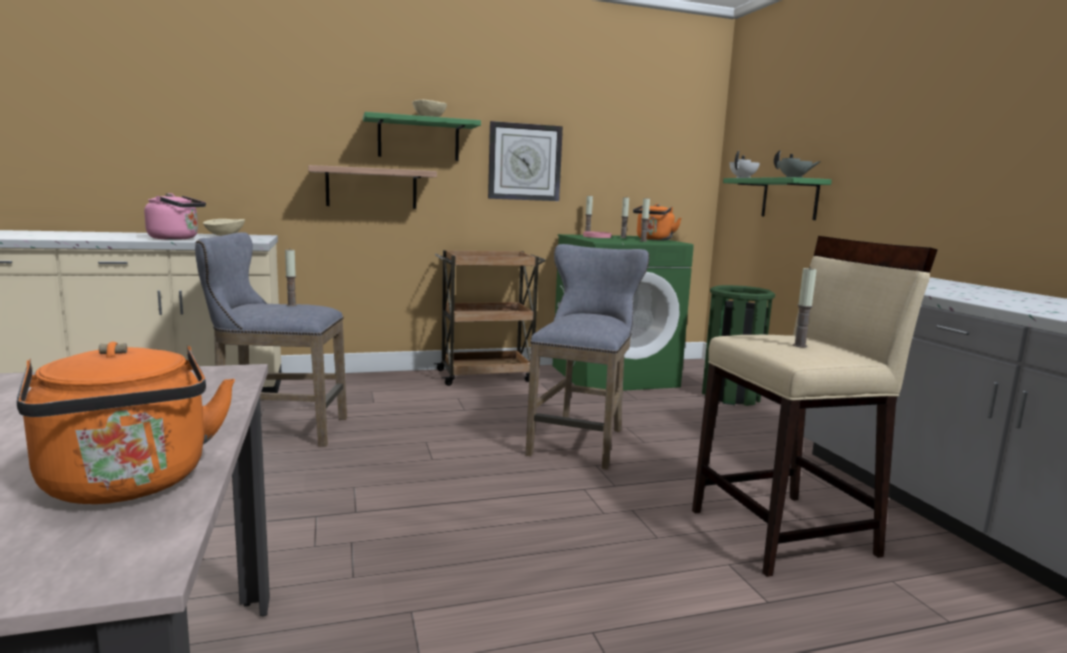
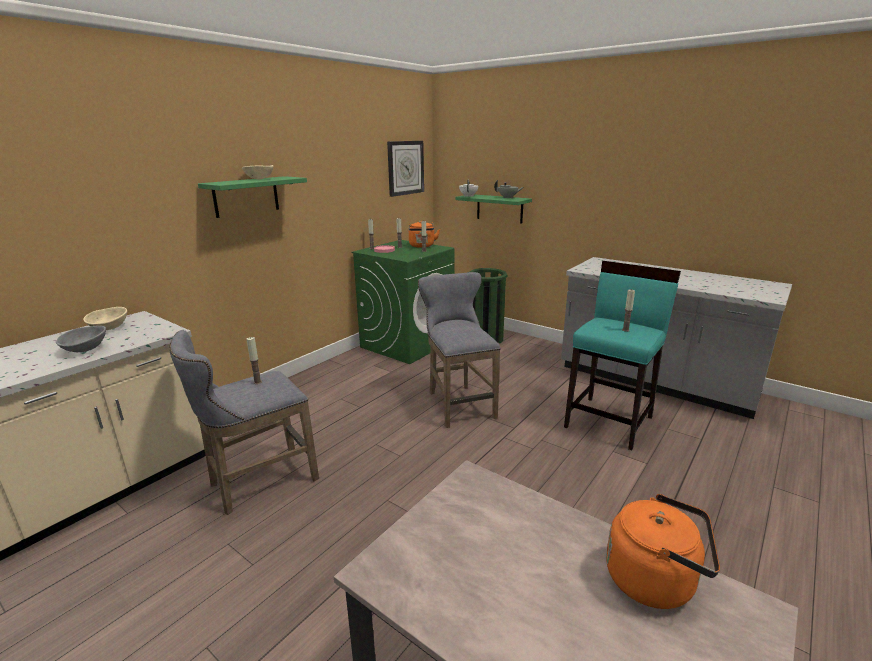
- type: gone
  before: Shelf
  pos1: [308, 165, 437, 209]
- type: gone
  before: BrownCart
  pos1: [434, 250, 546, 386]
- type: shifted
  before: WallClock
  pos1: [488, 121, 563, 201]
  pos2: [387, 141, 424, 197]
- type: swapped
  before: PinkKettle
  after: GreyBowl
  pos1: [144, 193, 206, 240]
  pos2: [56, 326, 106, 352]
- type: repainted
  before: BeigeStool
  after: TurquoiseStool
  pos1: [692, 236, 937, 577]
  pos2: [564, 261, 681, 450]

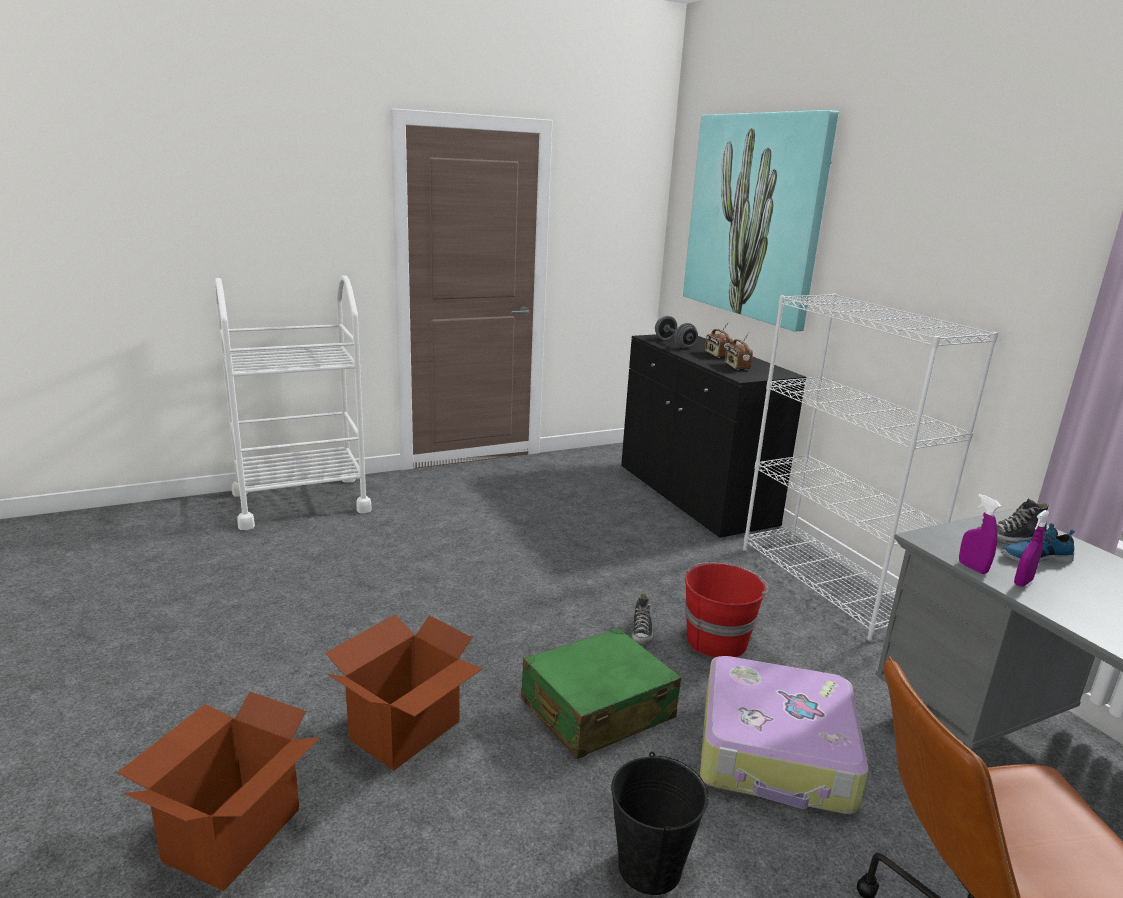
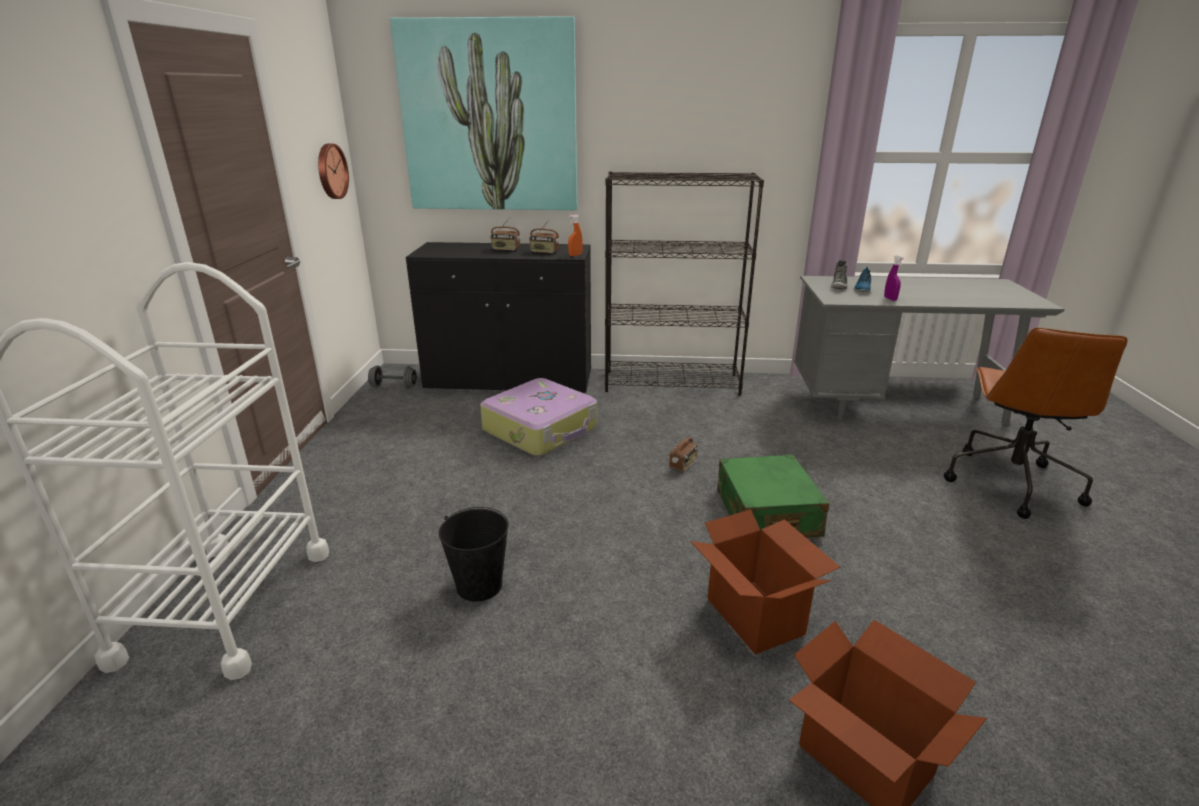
- type: gone
  before: RedBucket
  pos1: [685, 562, 768, 658]
- type: gone
  before: PurpleSprayBottle
  pos1: [959, 494, 1001, 574]
- type: new
  after: WallClock
  pos2: [318, 144, 349, 199]
- type: new
  after: OrangeSprayBottle
  pos2: [568, 214, 583, 256]
- type: shifted
  before: BlackBucket
  pos1: [611, 752, 708, 895]
  pos2: [439, 507, 509, 601]
- type: shifted
  before: GreyDumbbell
  pos1: [655, 316, 698, 348]
  pos2: [368, 366, 417, 389]
- type: shifted
  before: Suitcase
  pos1: [700, 656, 868, 814]
  pos2: [480, 378, 597, 456]
- type: swapped
  before: Shoe
  after: Radio
  pos1: [632, 593, 653, 644]
  pos2: [669, 429, 698, 472]
- type: repainted
  before: WhiteBookcase
  after: BlackBookcase
  pos1: [743, 294, 998, 641]
  pos2: [605, 171, 764, 396]

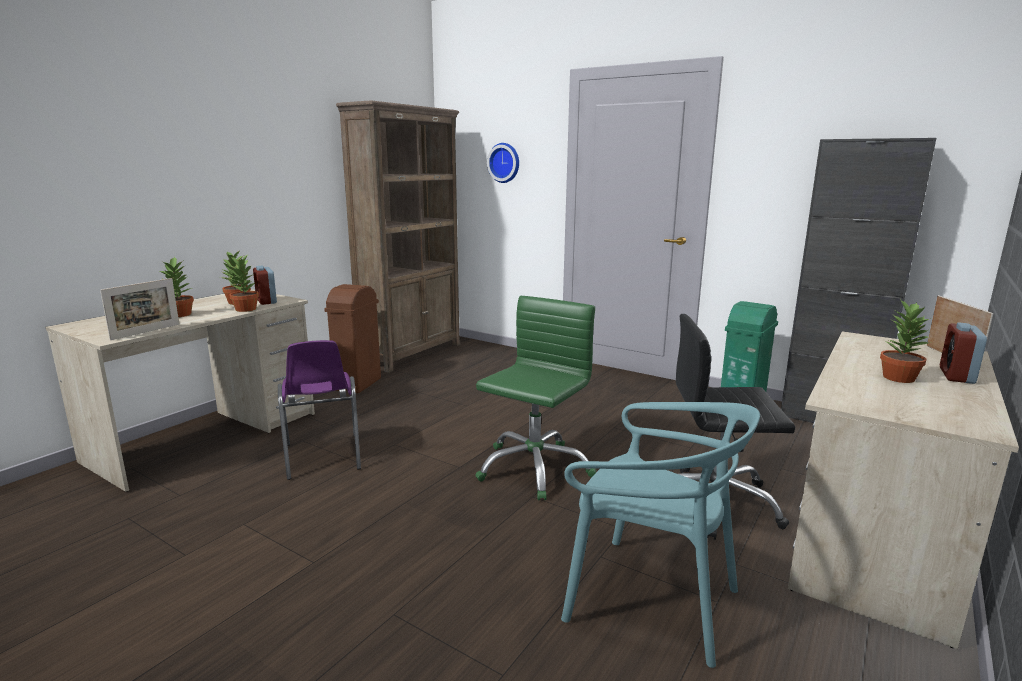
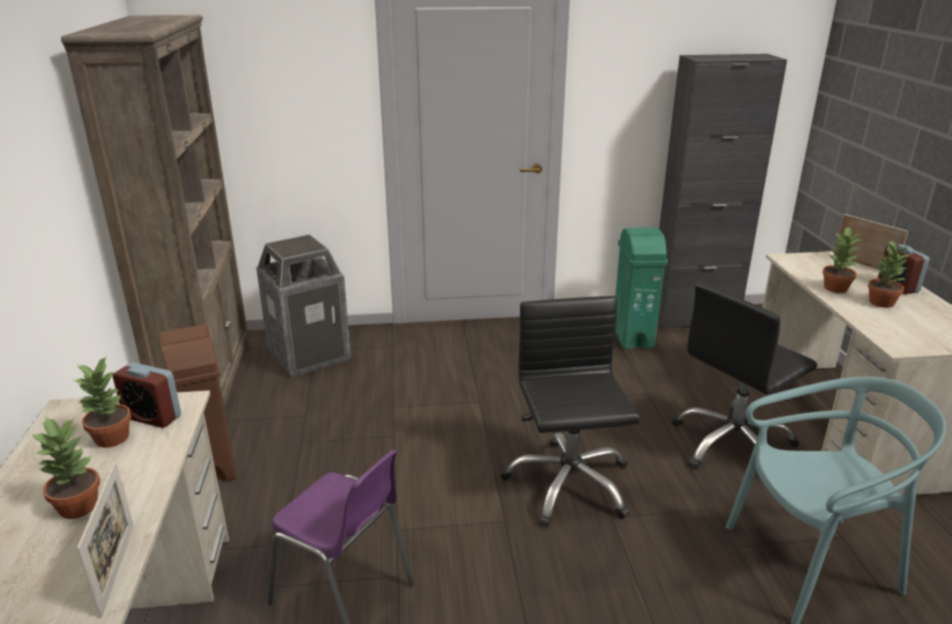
- type: gone
  before: WallClock
  pos1: [487, 143, 519, 183]
- type: new
  after: TrashCan
  pos2: [256, 234, 351, 377]
- type: shifted
  before: PottedPlant
  pos1: [228, 253, 259, 312]
  pos2: [822, 226, 861, 293]
- type: repainted
  before: GreenOfficeChair
  after: BlackOfficeChair
  pos1: [476, 296, 596, 500]
  pos2: [501, 296, 640, 527]

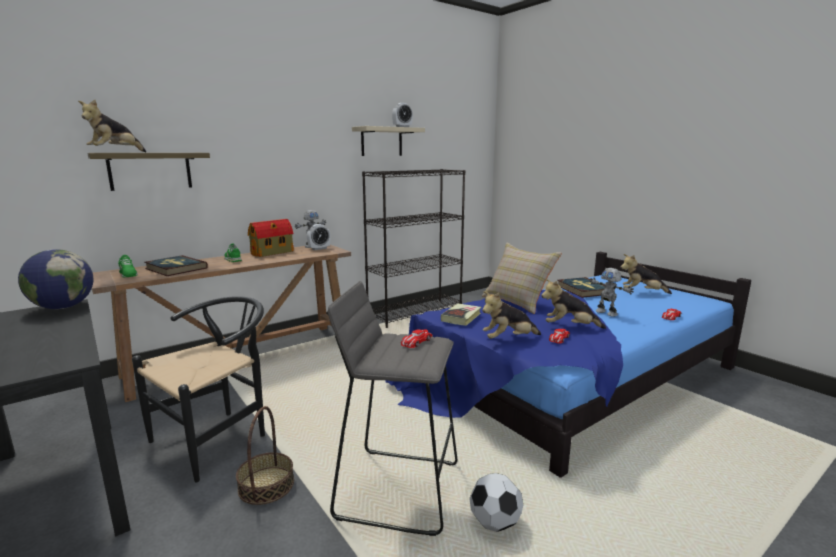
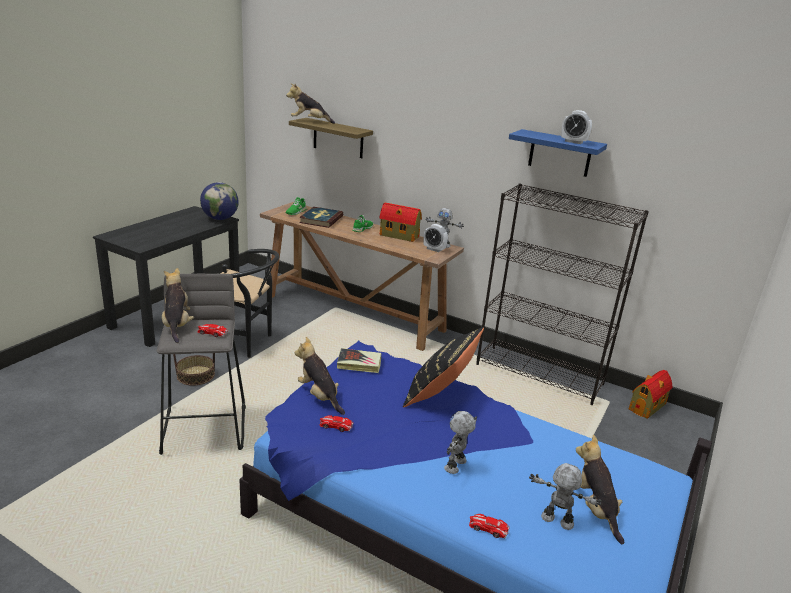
- type: gone
  before: Football
  pos1: [469, 473, 523, 532]
- type: gone
  before: Book
  pos1: [558, 277, 605, 298]
- type: new
  after: ToyRobot
  pos2: [529, 463, 602, 530]
- type: new
  after: ToyHouse
  pos2: [629, 370, 672, 419]
- type: shifted
  before: PlushToy
  pos1: [541, 279, 606, 329]
  pos2: [162, 268, 194, 343]
- type: repainted
  before: BeigeShelf
  after: BlueShelf
  pos1: [352, 126, 425, 156]
  pos2: [509, 129, 607, 177]
- type: repainted
  before: BeigePillow
  after: BlackPillow
  pos1: [482, 243, 562, 314]
  pos2: [403, 327, 484, 407]

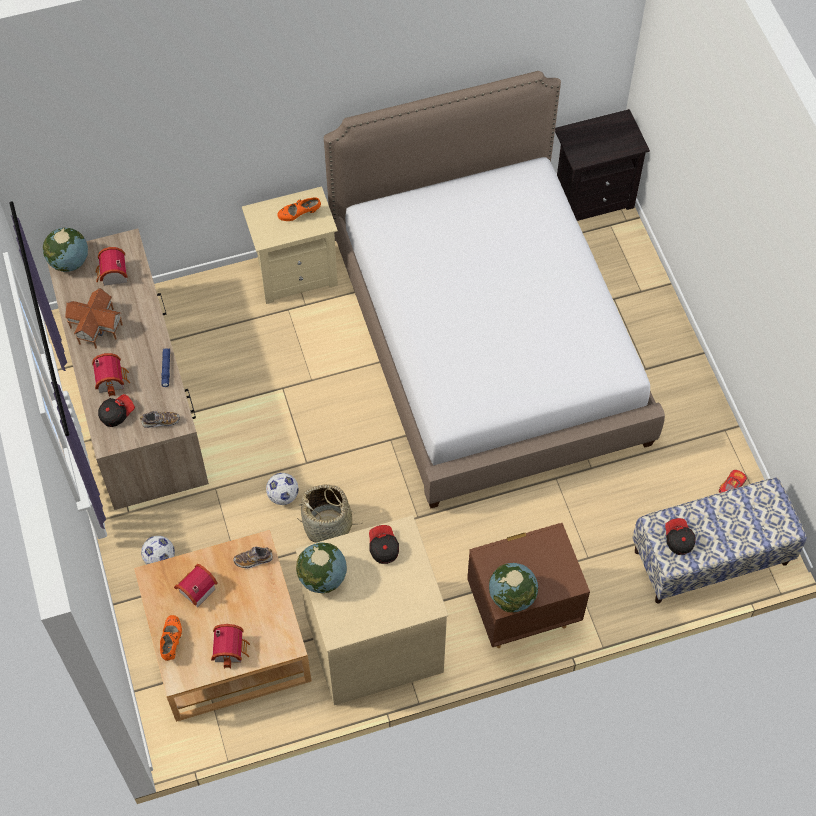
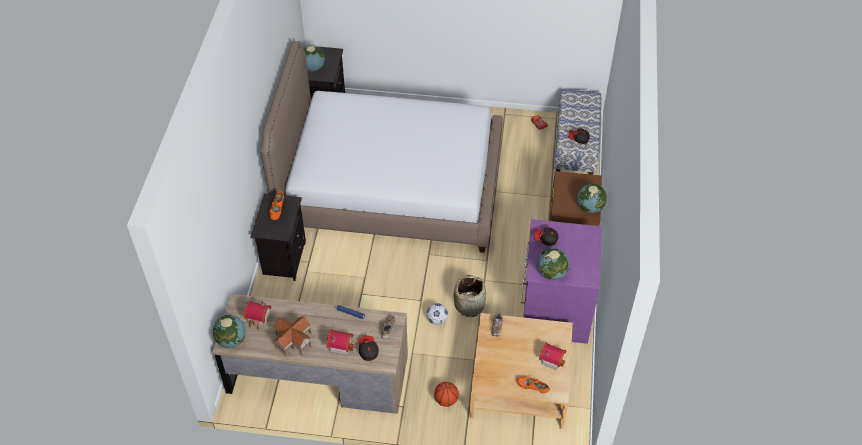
- type: gone
  before: ToyHouse
  pos1: [174, 564, 218, 607]
- type: new
  after: Globe
  pos2: [303, 45, 325, 72]
- type: swapped
  before: Football
  after: Basketball
  pos1: [141, 536, 175, 564]
  pos2: [434, 382, 459, 407]
- type: repainted
  before: BeigeNightstand
  after: BlackNightstand
  pos1: [242, 186, 338, 304]
  pos2: [250, 194, 306, 281]
- type: repainted
  before: BeigeDresser
  after: PurpleDresser
  pos1: [295, 515, 448, 705]
  pos2: [521, 219, 602, 344]

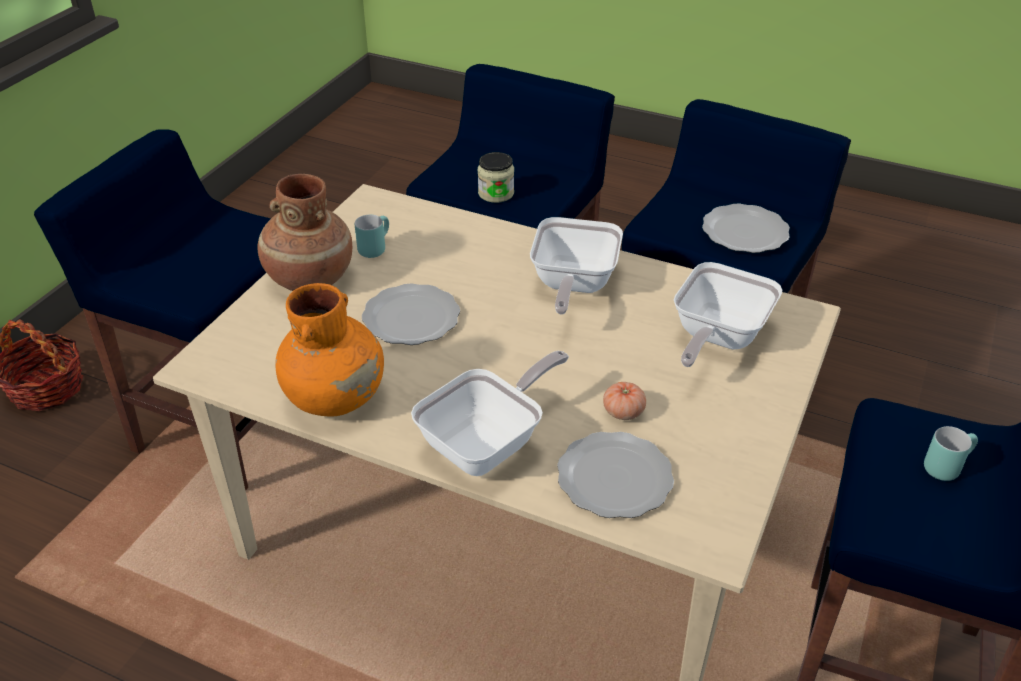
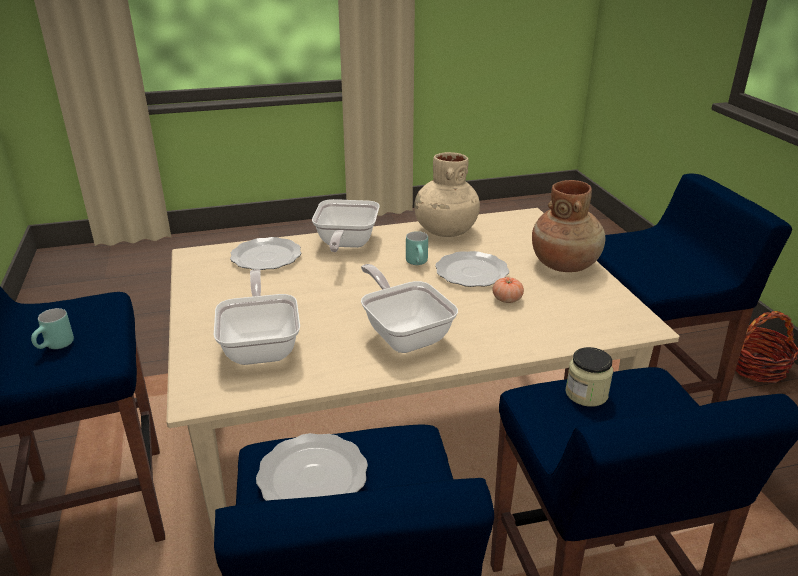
- type: shifted
  before: TurquoiseMug
  pos1: [355, 214, 389, 258]
  pos2: [406, 231, 428, 265]
- type: shifted
  before: Tomato
  pos1: [603, 382, 646, 420]
  pos2: [492, 277, 524, 303]
- type: repainted
  before: OrangeVase
  after: BeigeVase
  pos1: [275, 283, 384, 417]
  pos2: [414, 152, 480, 237]

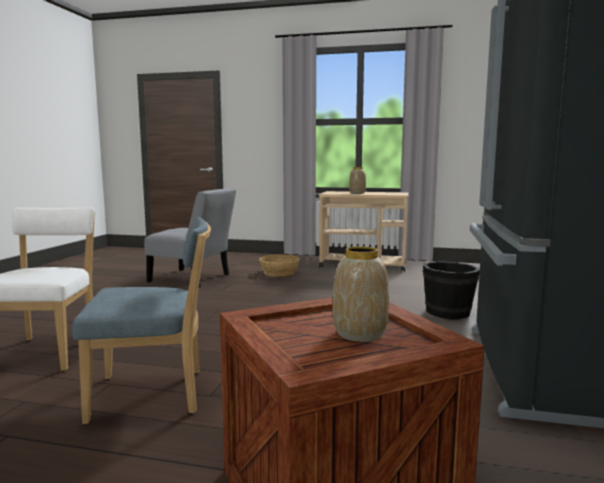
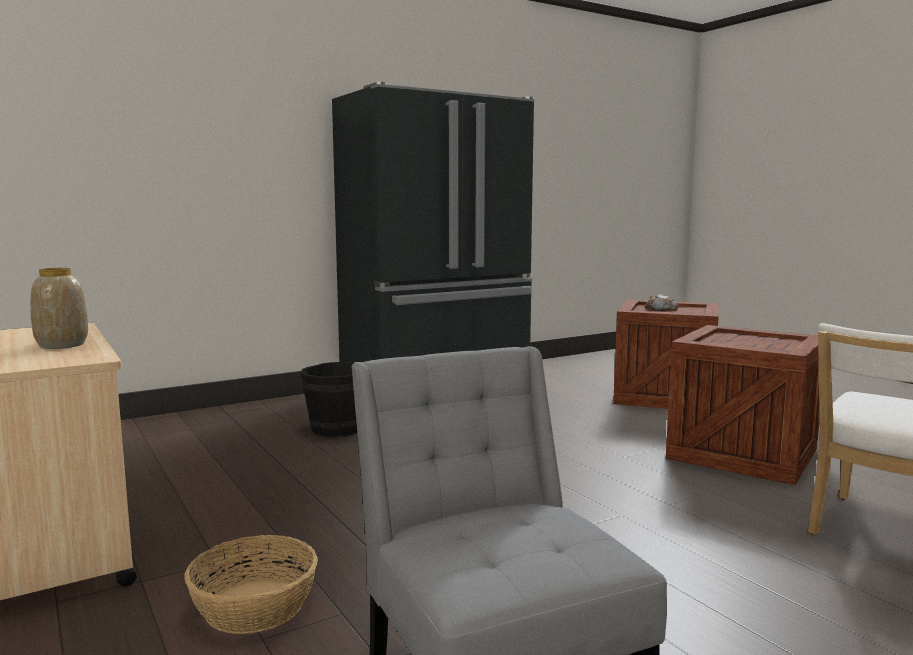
- type: swapped
  before: BlueChair
  after: Crate
  pos1: [73, 217, 211, 424]
  pos2: [666, 325, 819, 485]
- type: swapped
  before: Vase
  after: Bread
  pos1: [333, 246, 389, 342]
  pos2: [645, 294, 678, 311]

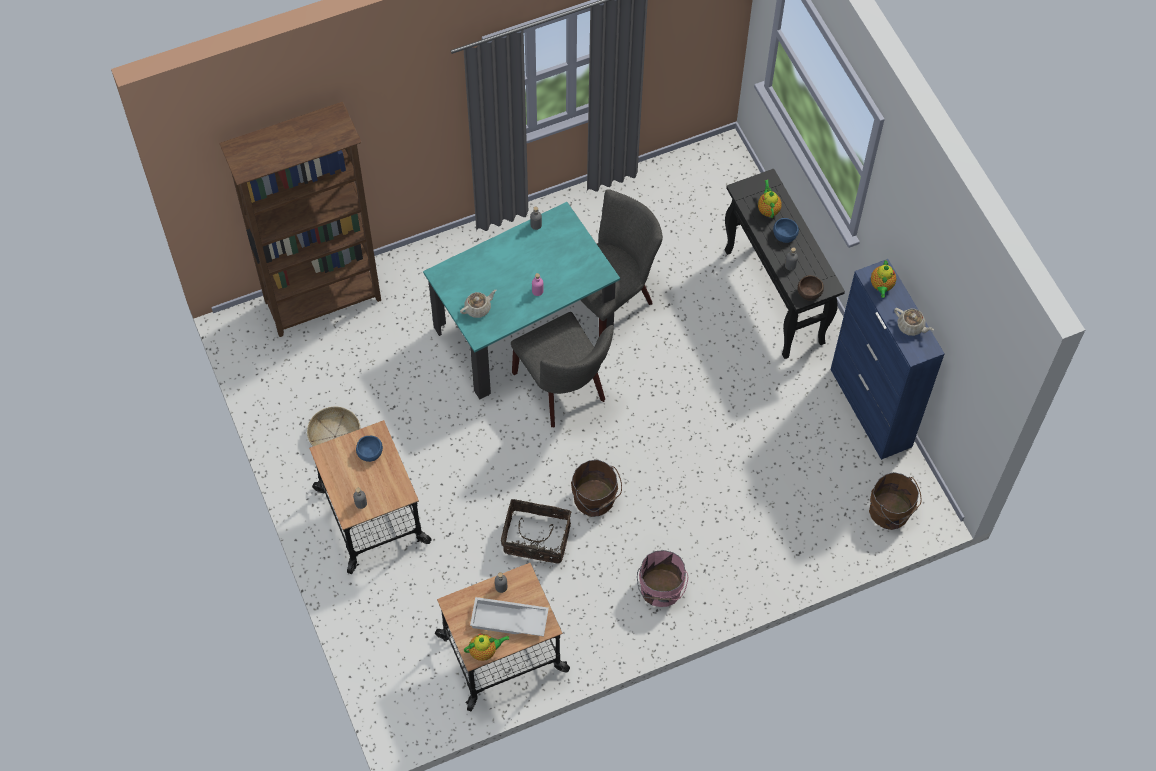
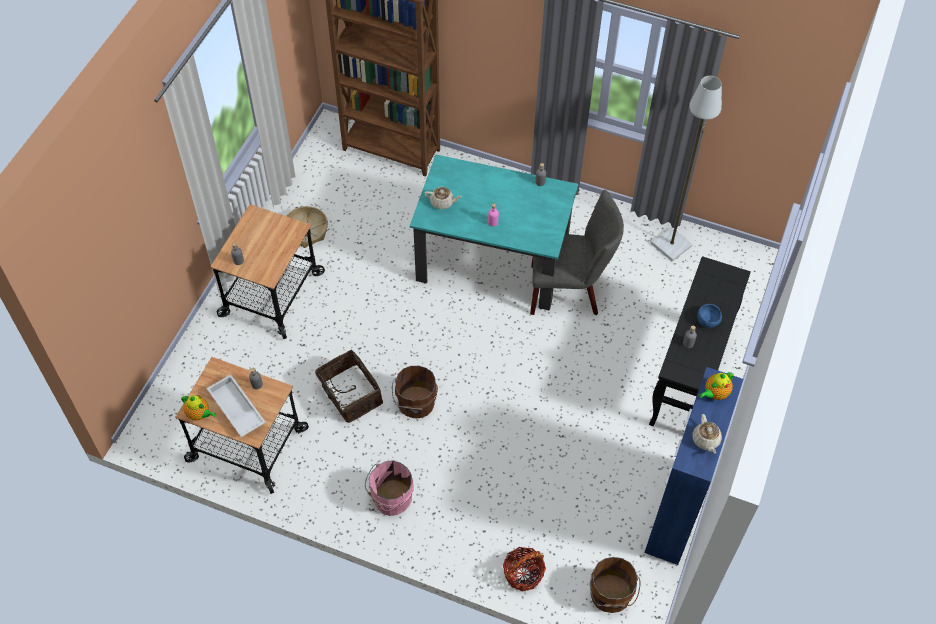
- type: gone
  before: BlueBowl
  pos1: [356, 436, 383, 462]
- type: gone
  before: GreyChair
  pos1: [511, 312, 614, 427]
- type: gone
  before: Teapot
  pos1: [758, 180, 782, 218]
- type: gone
  before: BrownBowl
  pos1: [798, 275, 824, 301]
- type: new
  after: Basket
  pos2: [503, 547, 546, 592]
- type: new
  after: GreyFloorLamp
  pos2: [651, 76, 722, 261]

